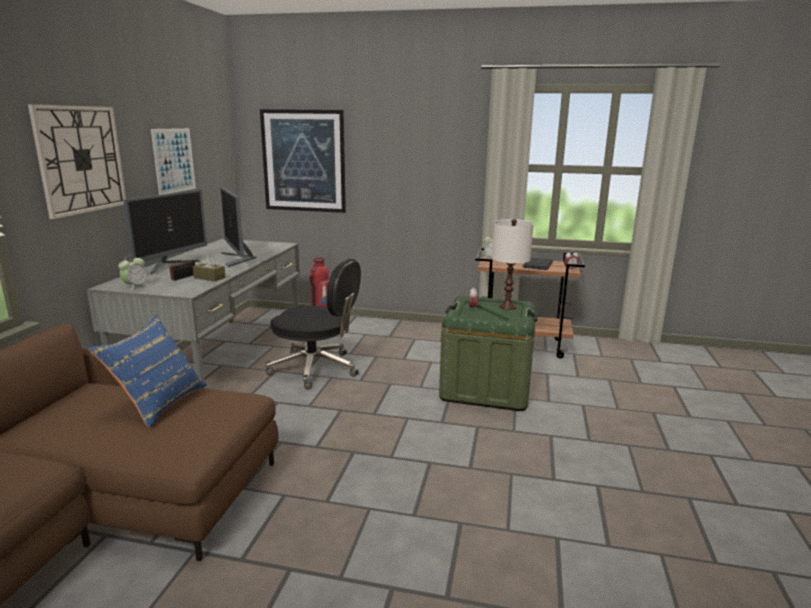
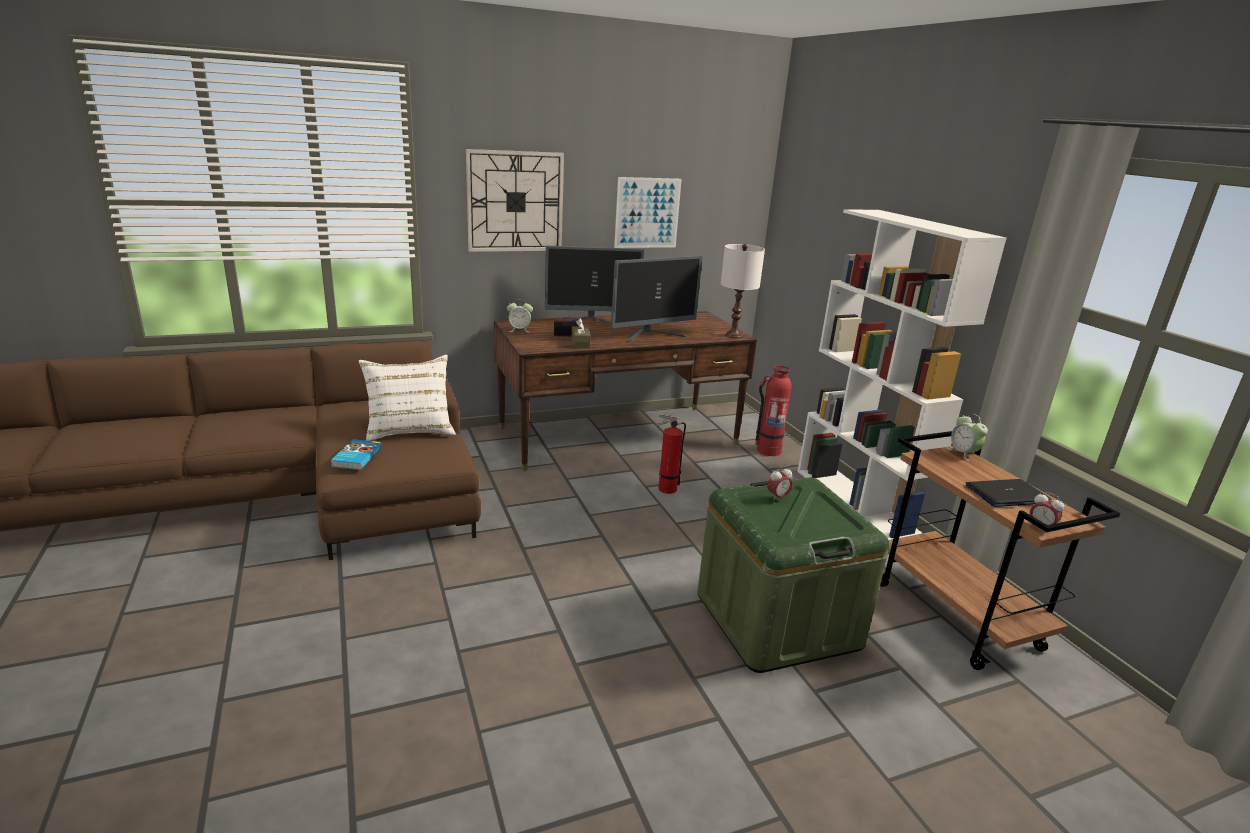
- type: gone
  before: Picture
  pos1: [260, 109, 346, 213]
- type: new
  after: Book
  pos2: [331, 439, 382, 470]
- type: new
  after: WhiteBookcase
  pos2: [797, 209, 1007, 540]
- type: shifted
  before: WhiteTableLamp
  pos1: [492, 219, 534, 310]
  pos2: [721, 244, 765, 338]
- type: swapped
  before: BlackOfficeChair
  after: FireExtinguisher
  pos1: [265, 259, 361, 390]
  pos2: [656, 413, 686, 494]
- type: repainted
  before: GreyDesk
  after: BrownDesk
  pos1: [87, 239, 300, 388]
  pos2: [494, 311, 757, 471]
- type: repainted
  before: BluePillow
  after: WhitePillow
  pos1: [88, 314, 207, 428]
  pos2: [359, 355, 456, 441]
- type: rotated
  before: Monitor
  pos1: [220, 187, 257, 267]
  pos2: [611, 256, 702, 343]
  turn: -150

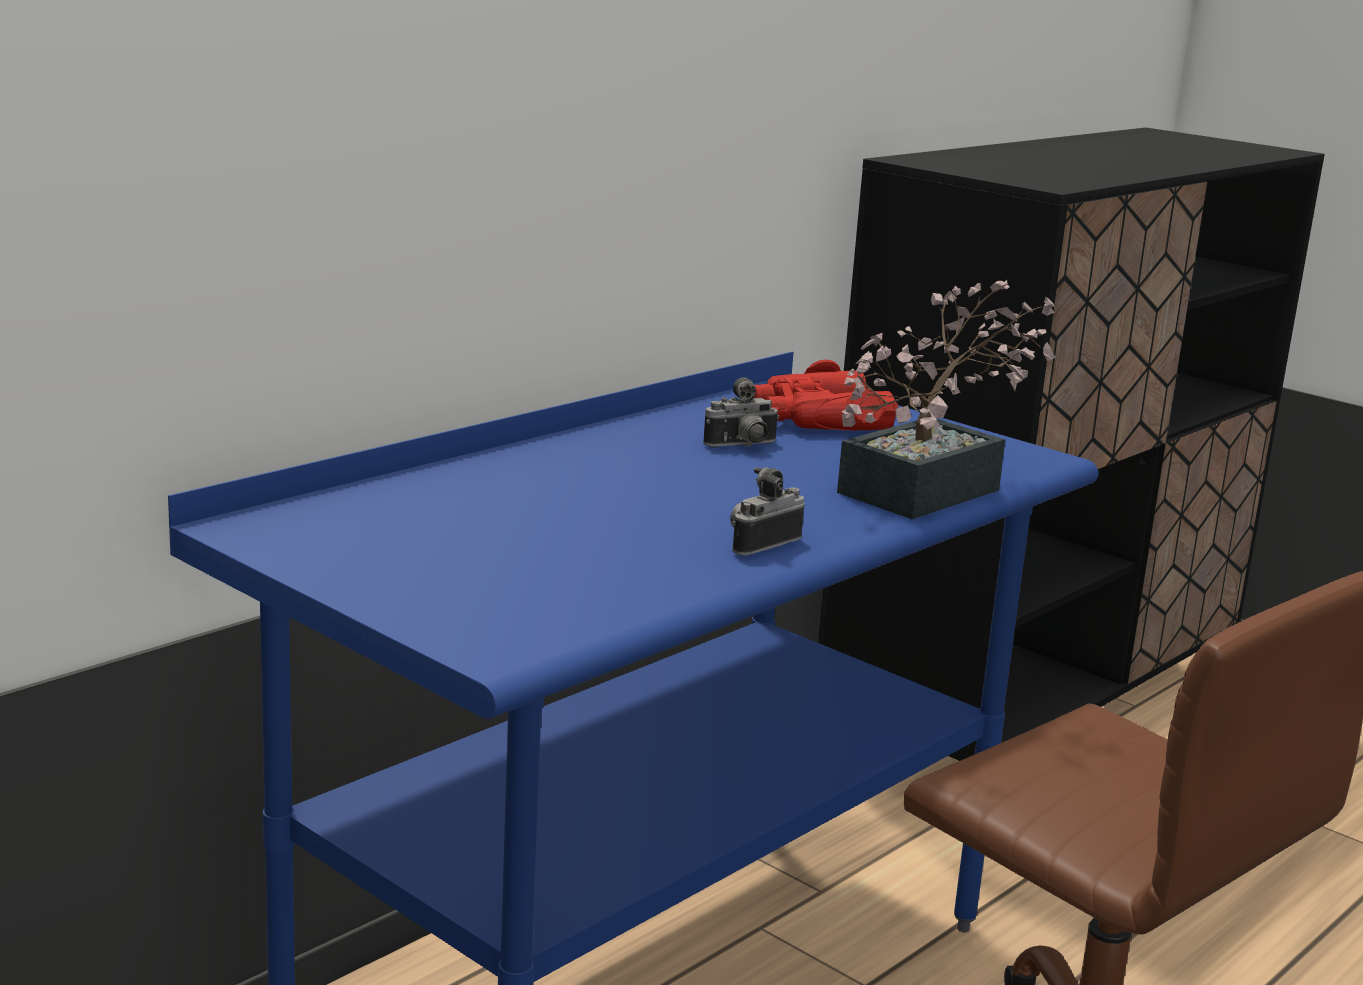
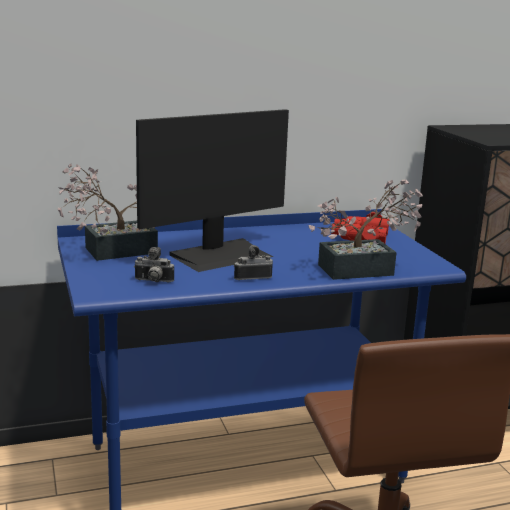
- type: new
  after: PottedPlant
  pos2: [58, 164, 158, 261]
- type: new
  after: Monitor
  pos2: [136, 109, 289, 272]
- type: shifted
  before: PhotoCamera
  pos1: [703, 377, 779, 448]
  pos2: [134, 247, 174, 282]

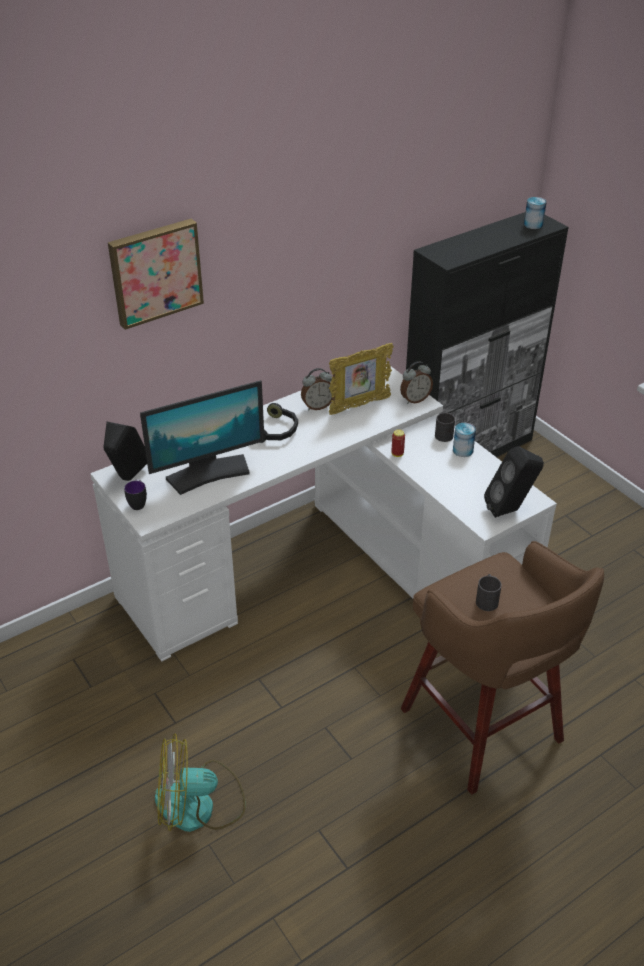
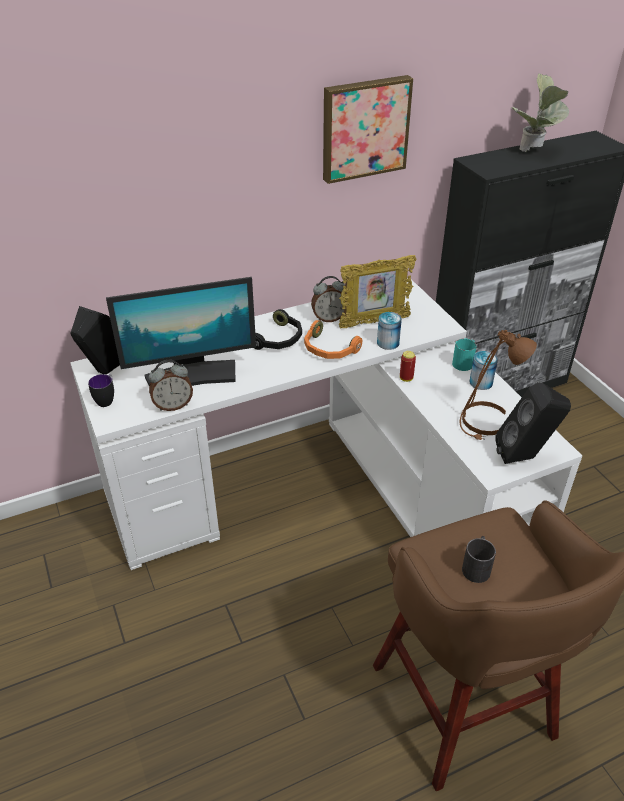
- type: gone
  before: Fan
  pos1: [155, 733, 246, 832]
- type: new
  after: OrangeHeadphones
  pos2: [304, 320, 362, 359]
- type: new
  after: BrownTableLamp
  pos2: [460, 330, 537, 440]
- type: new
  after: PottedPlant
  pos2: [512, 73, 569, 152]
- type: shifted
  before: Picture
  pos1: [108, 219, 204, 330]
  pos2: [323, 75, 413, 184]
- type: shifted
  before: AlarmClock
  pos1: [400, 361, 433, 404]
  pos2: [149, 360, 193, 411]
- type: shifted
  before: Can
  pos1: [524, 197, 547, 229]
  pos2: [377, 312, 402, 350]
- type: repainted
  before: BlackMug
  after: TurquoiseMug
  pos1: [435, 413, 455, 442]
  pos2: [452, 338, 477, 371]

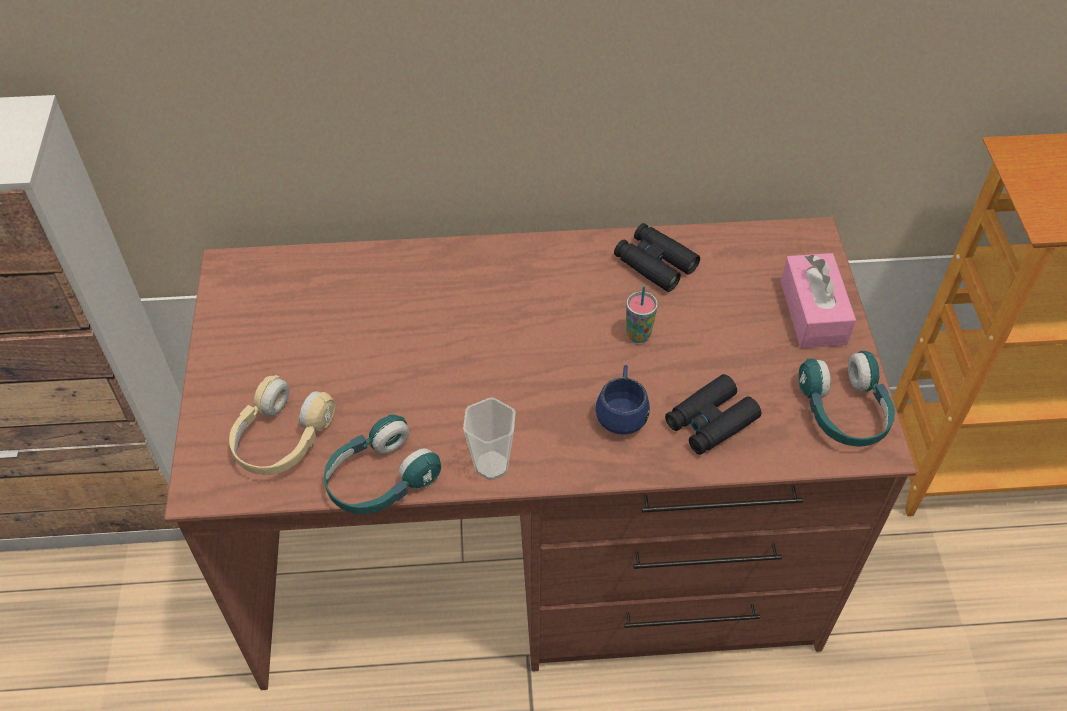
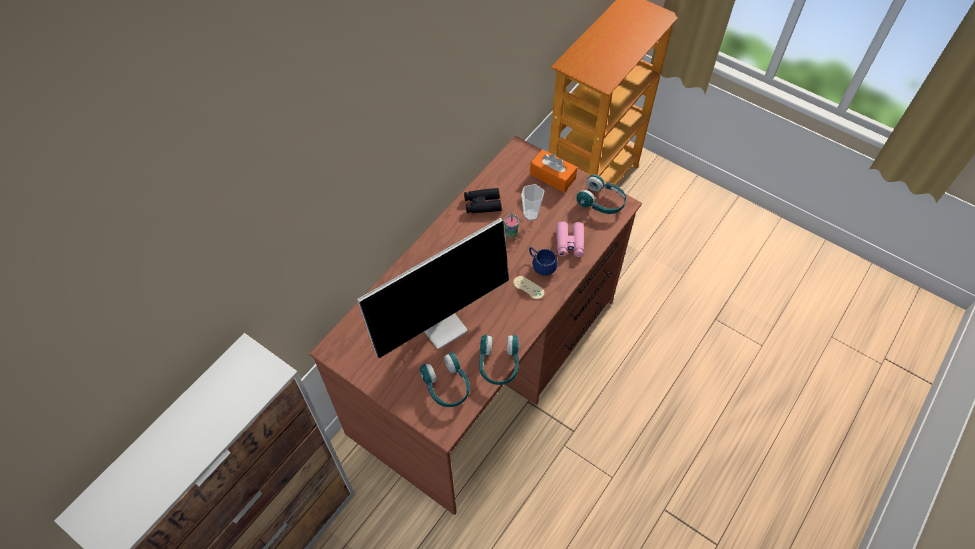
- type: new
  after: Monitor
  pos2: [357, 218, 509, 358]
- type: new
  after: BeigeGameController
  pos2: [513, 276, 544, 299]
- type: shifted
  before: Cup
  pos1: [463, 398, 516, 480]
  pos2: [521, 184, 545, 221]
- type: repainted
  before: BeigeHeadphones
  after: TurquoiseHeadphones
  pos1: [229, 375, 335, 475]
  pos2: [420, 353, 470, 407]
- type: repainted
  before: BlackBinoculars
  after: PinkBinoculars
  pos1: [665, 374, 761, 455]
  pos2: [557, 222, 584, 257]
- type: repainted
  before: PinkTissueBox
  after: OrangeTissueBox
  pos1: [780, 253, 856, 348]
  pos2: [530, 149, 577, 193]

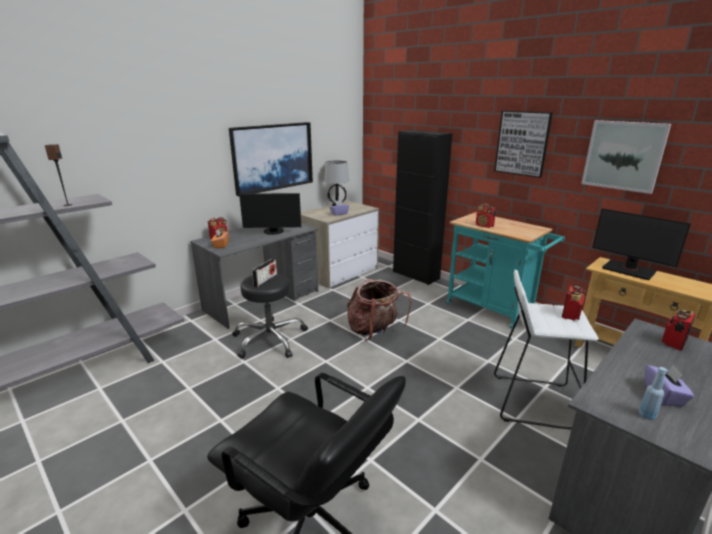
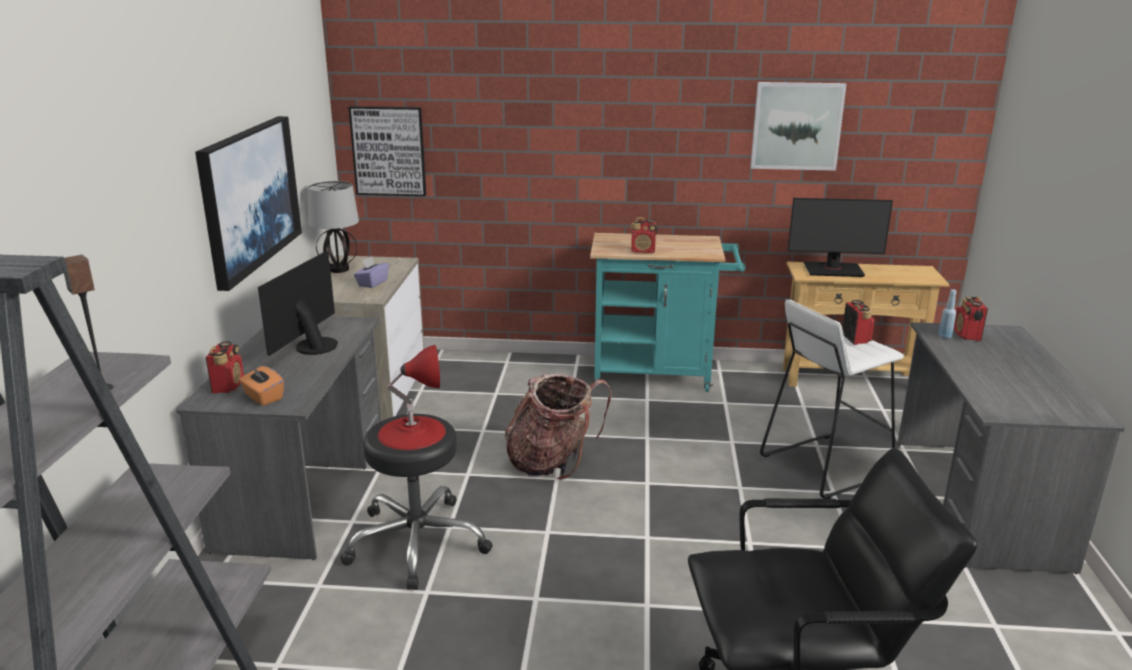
- type: gone
  before: BlackCabinet
  pos1: [393, 130, 452, 285]
- type: gone
  before: PurpleTissueBox
  pos1: [645, 364, 694, 406]
- type: shifted
  before: Picture
  pos1: [494, 111, 553, 178]
  pos2: [348, 106, 426, 196]
- type: shifted
  before: BlueBottle
  pos1: [639, 367, 667, 420]
  pos2: [938, 289, 957, 339]
- type: swapped
  before: Radio
  after: RedTableLamp
  pos1: [252, 259, 277, 287]
  pos2: [378, 345, 446, 450]
- type: rotated
  before: Monitor
  pos1: [239, 193, 301, 235]
  pos2: [258, 251, 338, 356]
  turn: 150

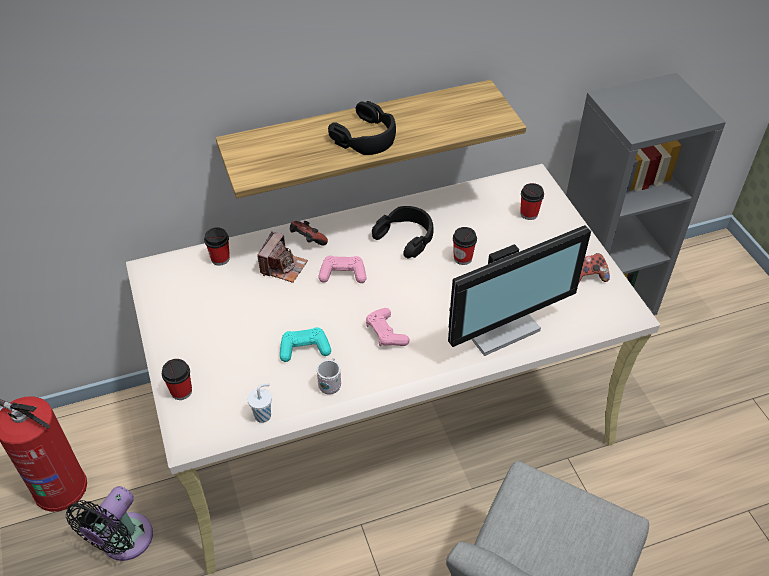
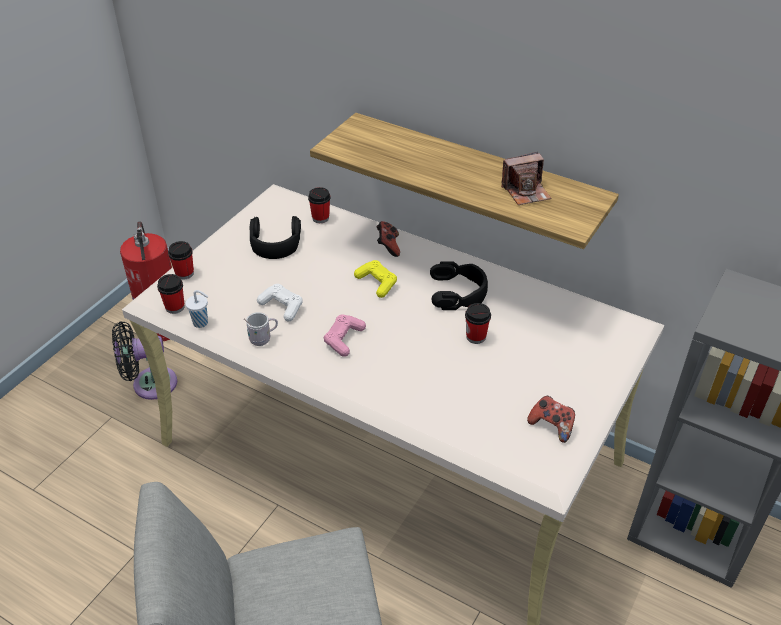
- type: gone
  before: Monitor
  pos1: [448, 225, 591, 356]
- type: shifted
  before: PhotoCamera
  pos1: [257, 232, 308, 283]
  pos2: [501, 152, 551, 205]
- type: shifted
  before: BlackHeadphones
  pos1: [328, 101, 396, 155]
  pos2: [250, 216, 301, 259]
- type: shifted
  before: Cup
  pos1: [520, 183, 544, 220]
  pos2: [157, 274, 185, 314]
- type: repainted
  before: TurquoiseGameController
  after: WhiteGameController
  pos1: [280, 327, 331, 362]
  pos2: [257, 284, 303, 321]
- type: repainted
  before: PinkGameController
  after: YellowGameController
  pos1: [319, 256, 366, 283]
  pos2: [354, 260, 397, 298]

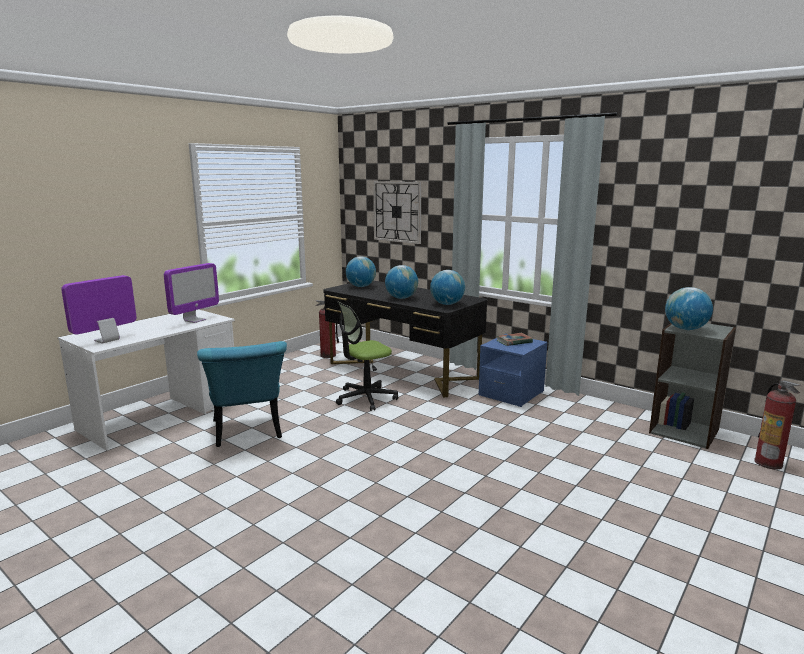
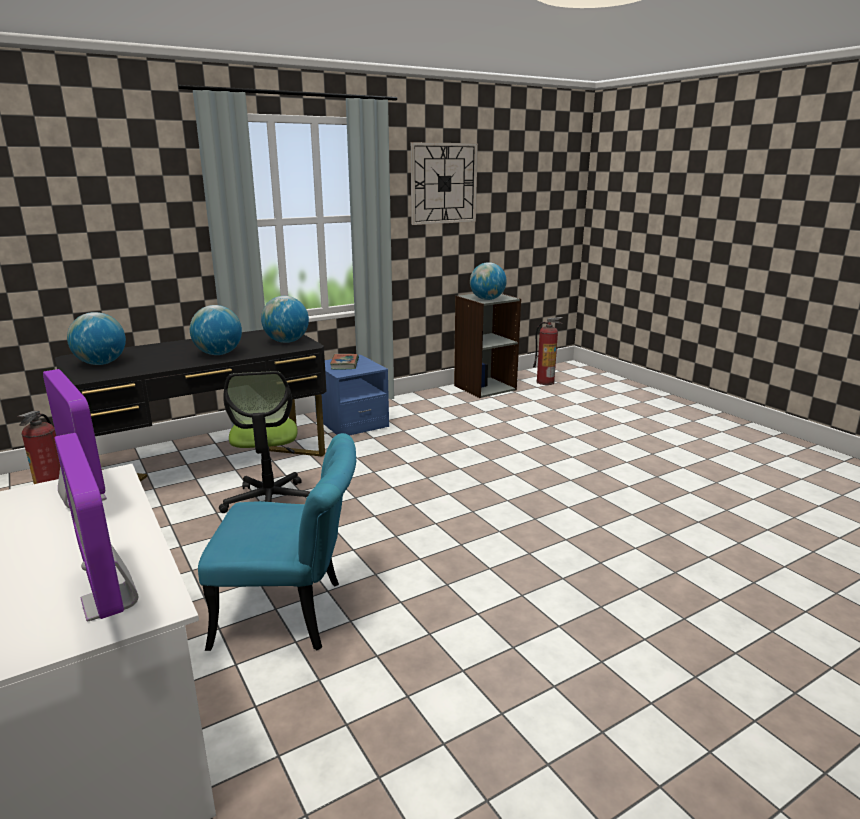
- type: shifted
  before: WallClock
  pos1: [373, 181, 422, 244]
  pos2: [411, 142, 478, 225]

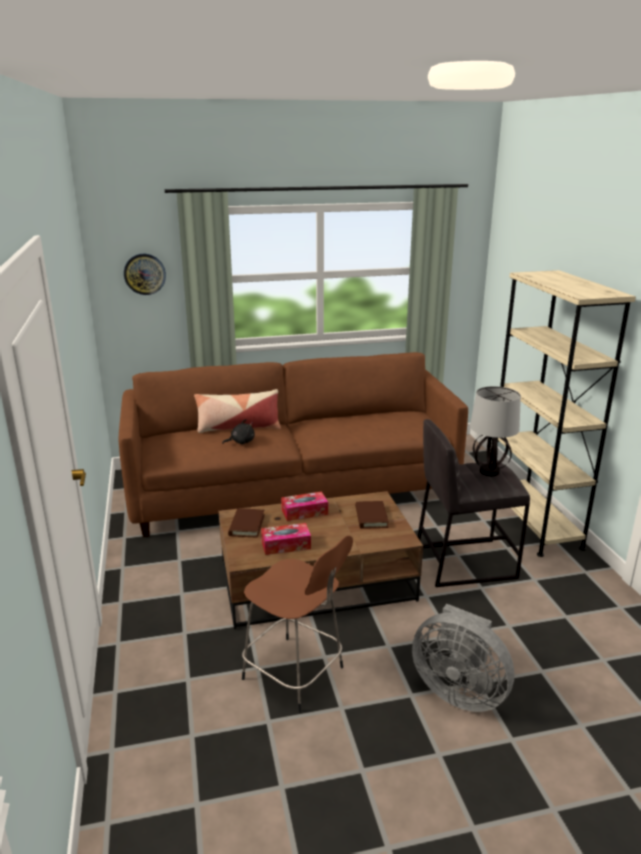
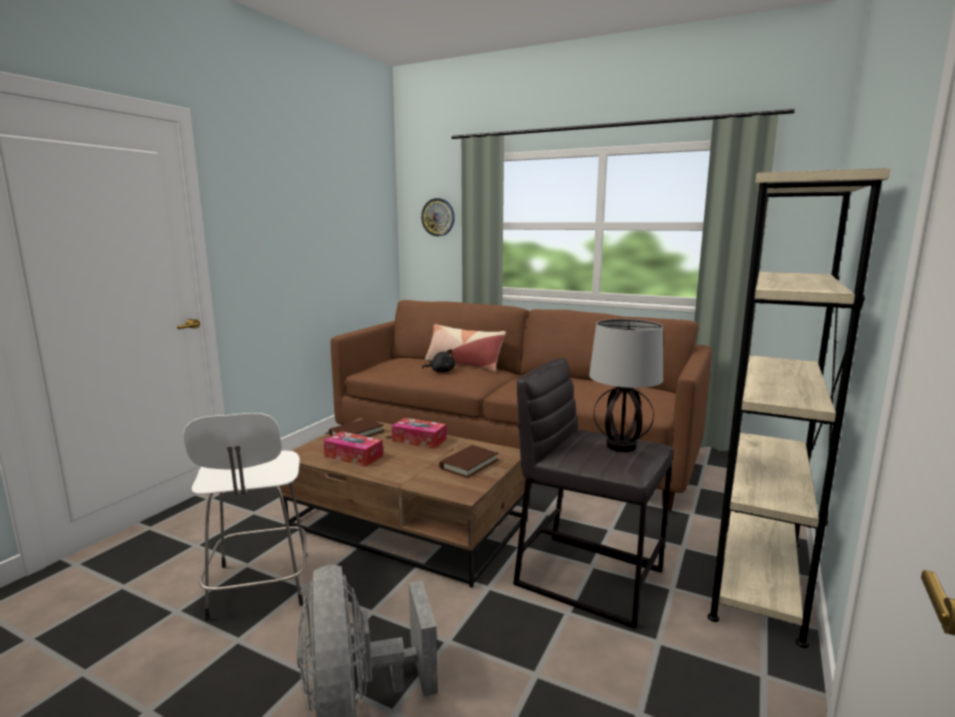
- type: repainted
  before: BrownStool
  after: WhiteStool
  pos1: [242, 536, 353, 713]
  pos2: [183, 413, 307, 621]

